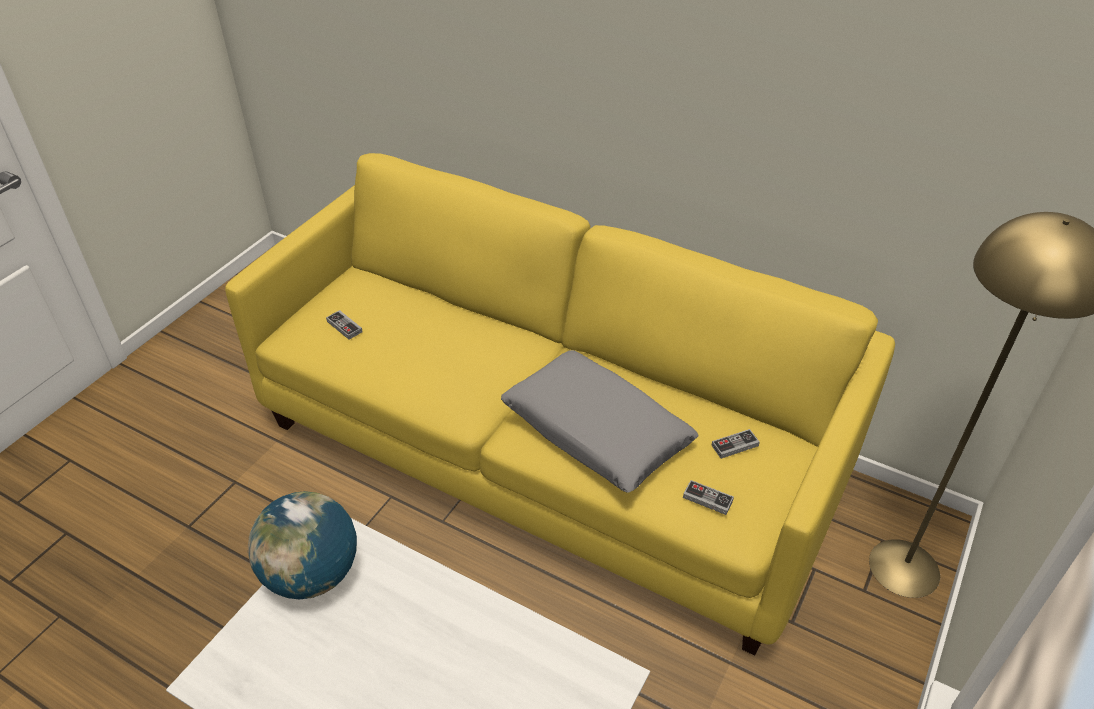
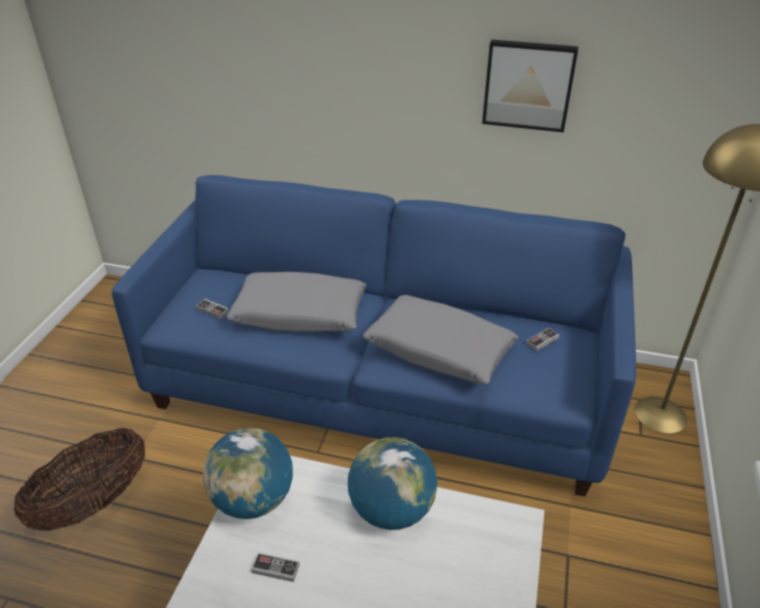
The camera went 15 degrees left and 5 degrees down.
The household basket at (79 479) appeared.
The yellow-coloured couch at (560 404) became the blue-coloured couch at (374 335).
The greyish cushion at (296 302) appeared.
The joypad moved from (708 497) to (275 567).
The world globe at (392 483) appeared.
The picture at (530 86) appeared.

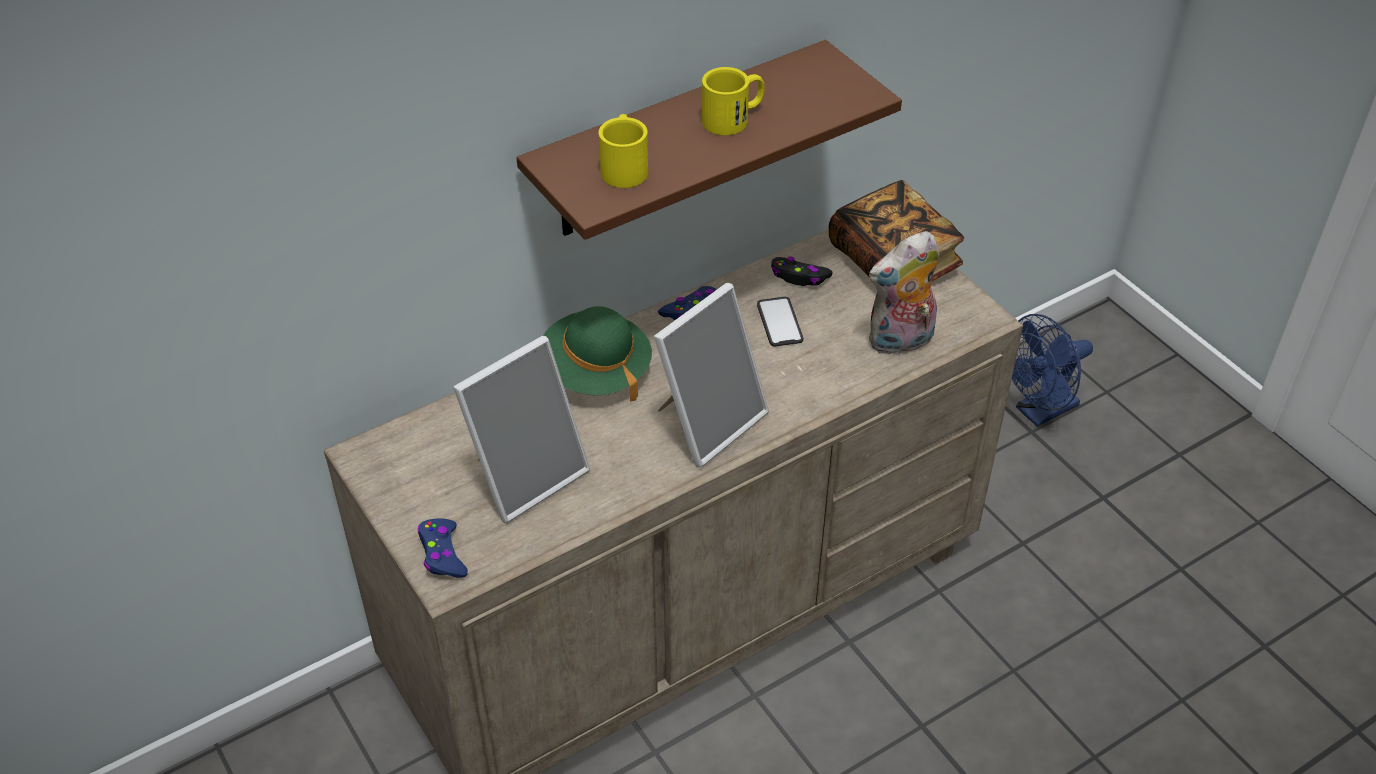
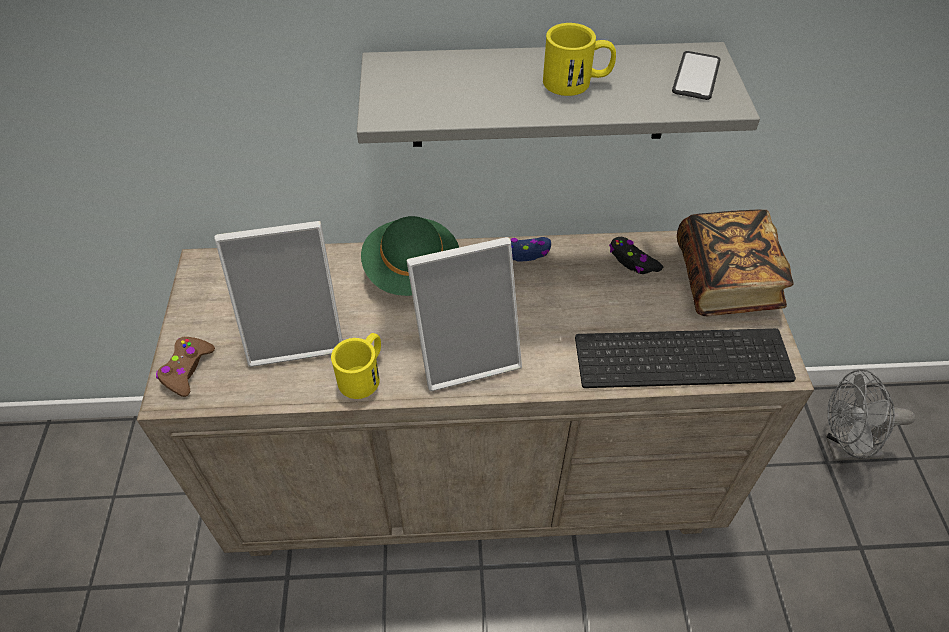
The camera went 30 degrees right and 5 degrees up.
The blue-coloured joypad at (443 548) became the brown joypad at (185 367).
The yellow-coloured mug moved from (623 151) to (356 366).
The brown bracket shelf at (709 140) became the greyish bracket shelf at (558 94).
The soft toy at (904 293) was replaced by the PC keyboard at (685 358).
The telephone moved from (780 321) to (696 75).
The blue-coloured electric fan at (1052 370) became the greyish electric fan at (870 414).

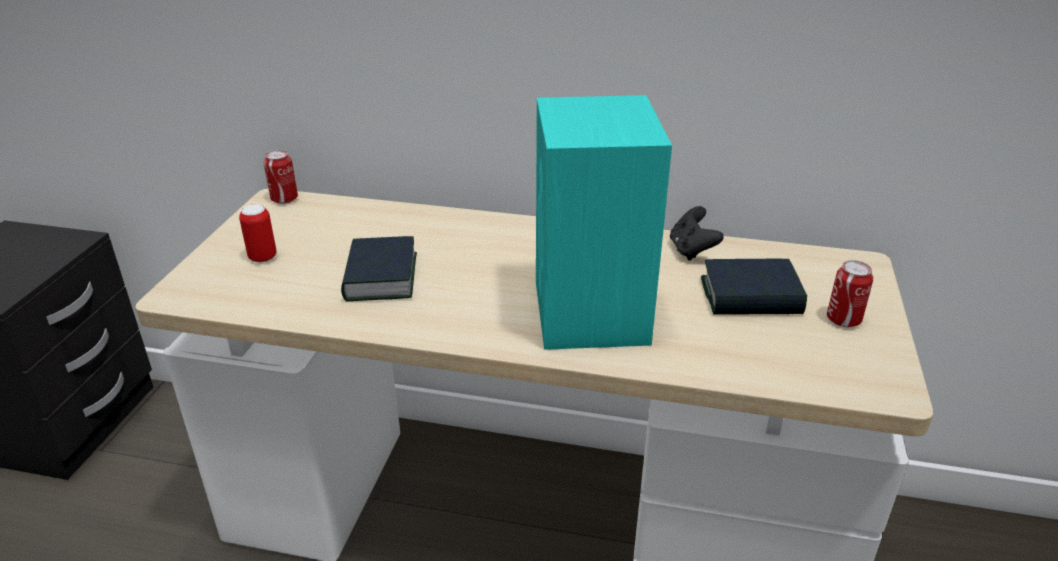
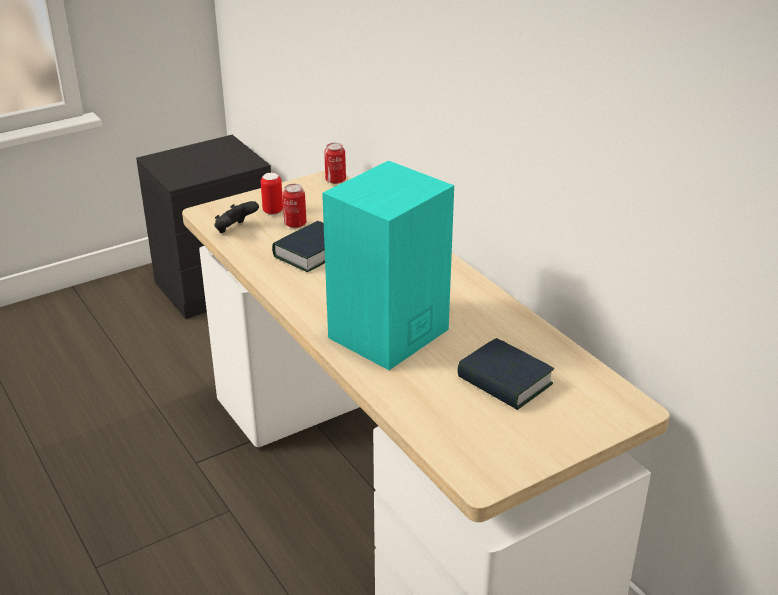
The camera went 45 degrees right and 0 degrees up.
The black-coloured joypad moved from (697 233) to (236 217).
The metal can moved from (850 293) to (294 206).

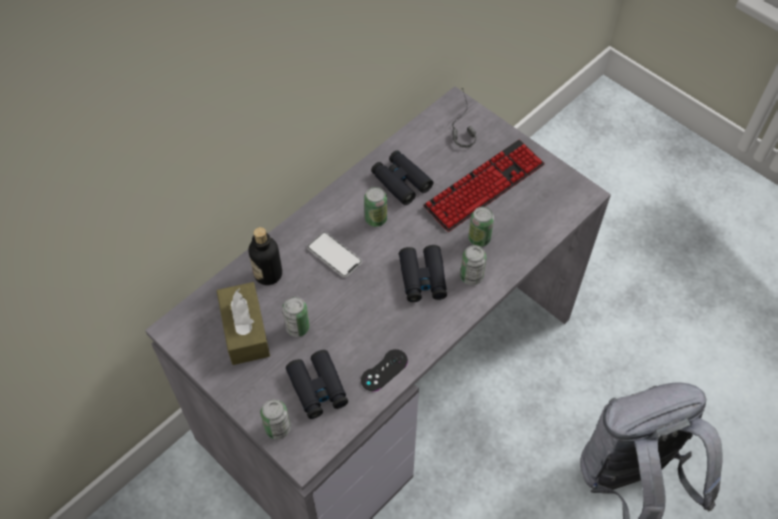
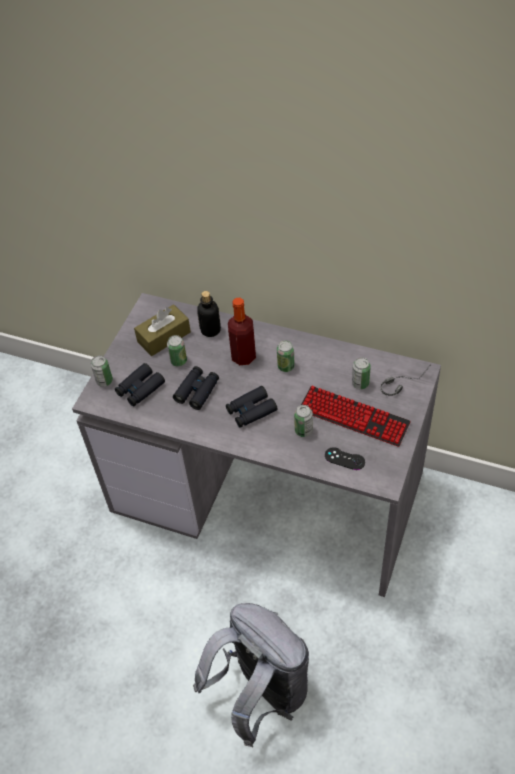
The camera went 70 degrees right and 5 degrees down.
The black-coloured binoculars moved from (402 177) to (196 388).
The telephone at (334 254) was replaced by the bottle at (242 331).
The black-coloured joypad moved from (384 370) to (345 458).
The metal can moved from (473 265) to (361 373).

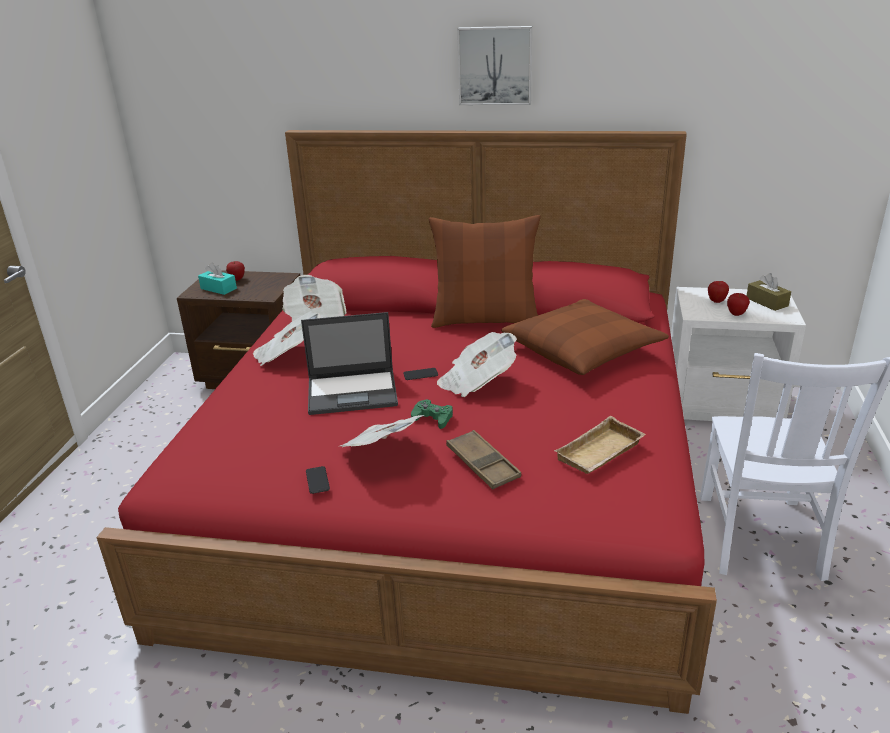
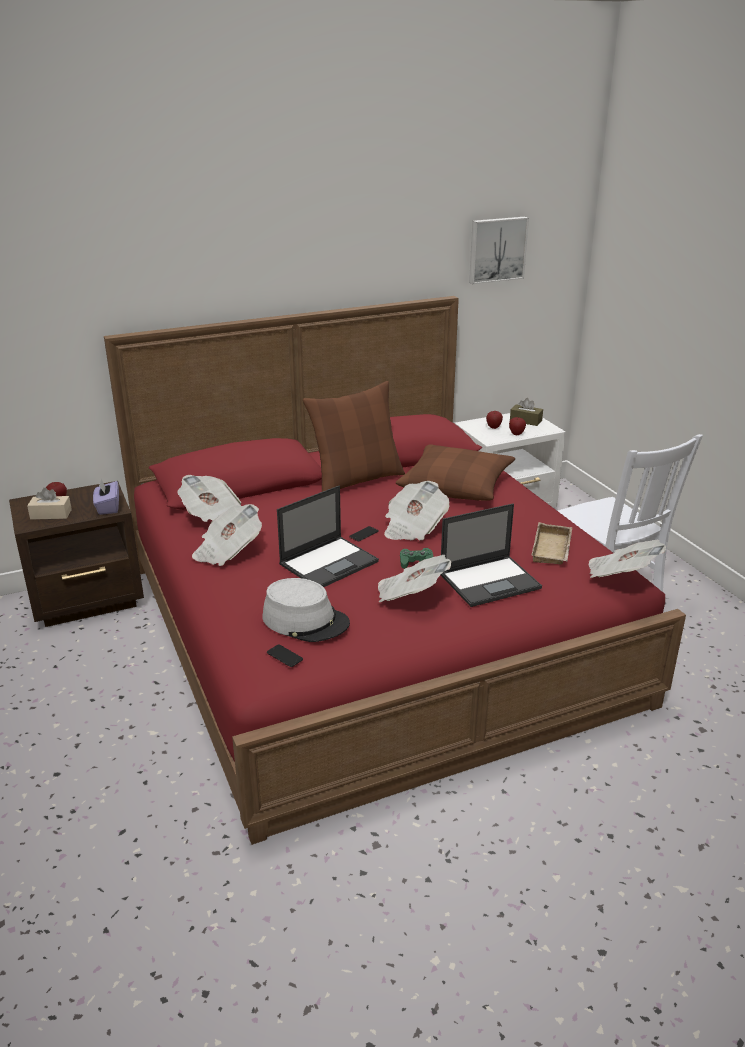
The camera went 35 degrees left and 0 degrees up.
The turquoise-coloured tissue box at (217 278) became the beige-coloured tissue box at (49 503).
The purplish tissue box at (106 497) appeared.
The greyish clothing hat at (306 610) appeared.
The telephone moved from (318 480) to (285 656).
The brown carrying tray at (483 460) was replaced by the portable computer at (491 555).
The picture moved from (494 65) to (499 250).
The printed paper at (627 559) appeared.

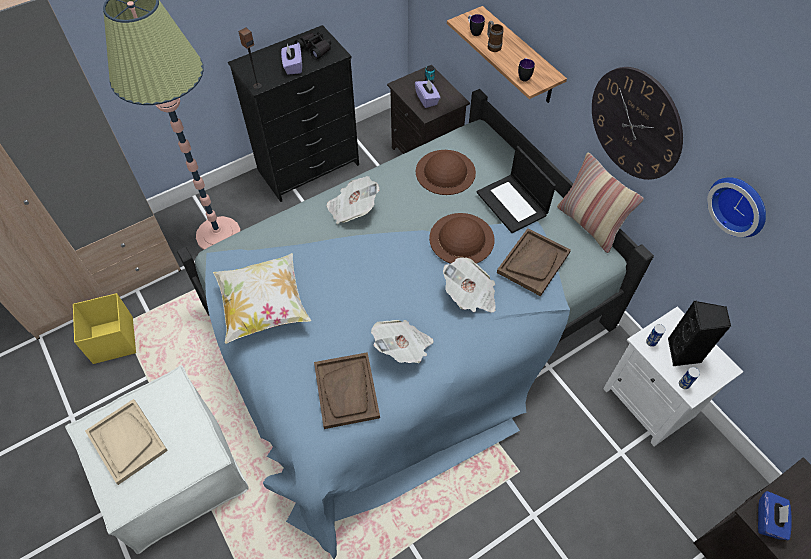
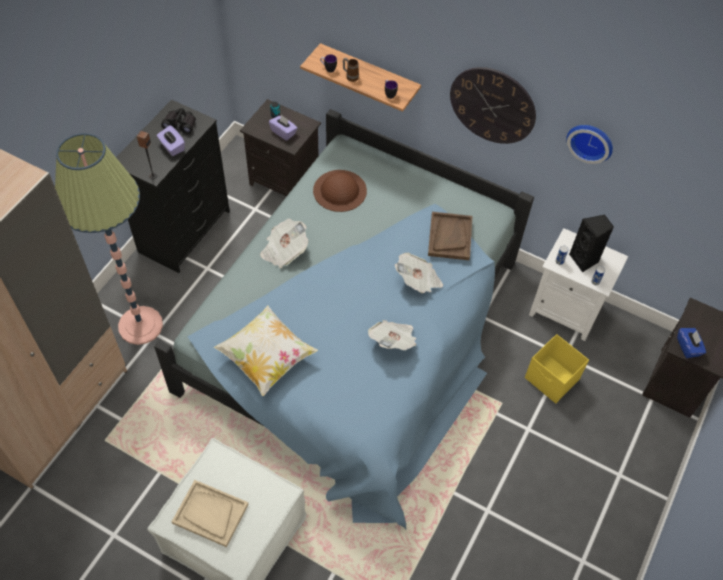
The camera went 30 degrees left and 0 degrees up.
The yellow-coloured storage container moved from (104 328) to (557 368).
The brown carrying tray at (347 390) disappeared.
The brown clothing hat at (461 238) disappeared.
The portable computer at (516 189) disappeared.
The cushion at (600 202) disappeared.

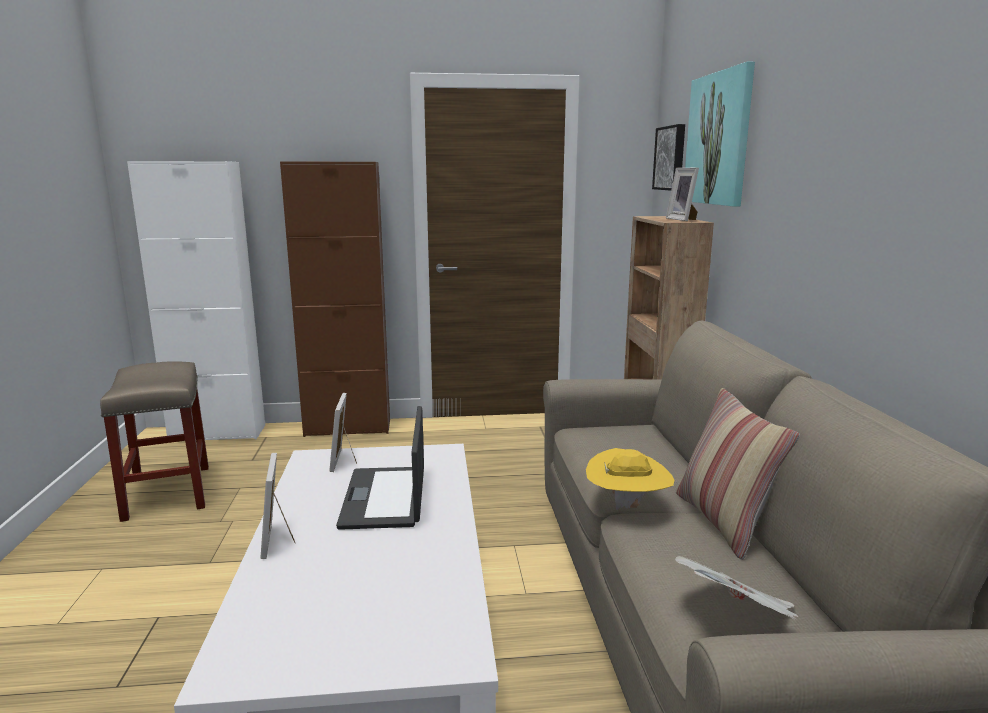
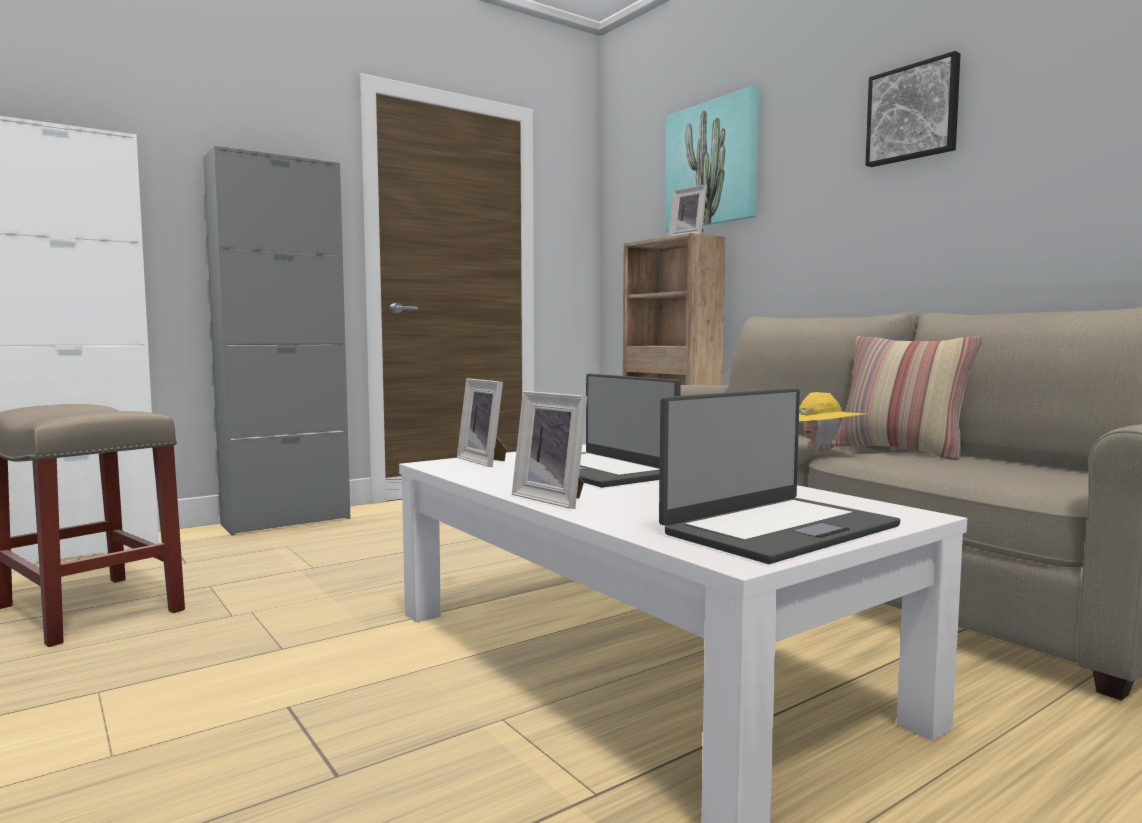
The camera went 30 degrees left and 10 degrees down.
The brown cupboard at (335 299) became the greyish cupboard at (276 341).
The portable computer at (779 476) appeared.
The picture moved from (668 157) to (913 109).
The printed paper at (737 588) disappeared.

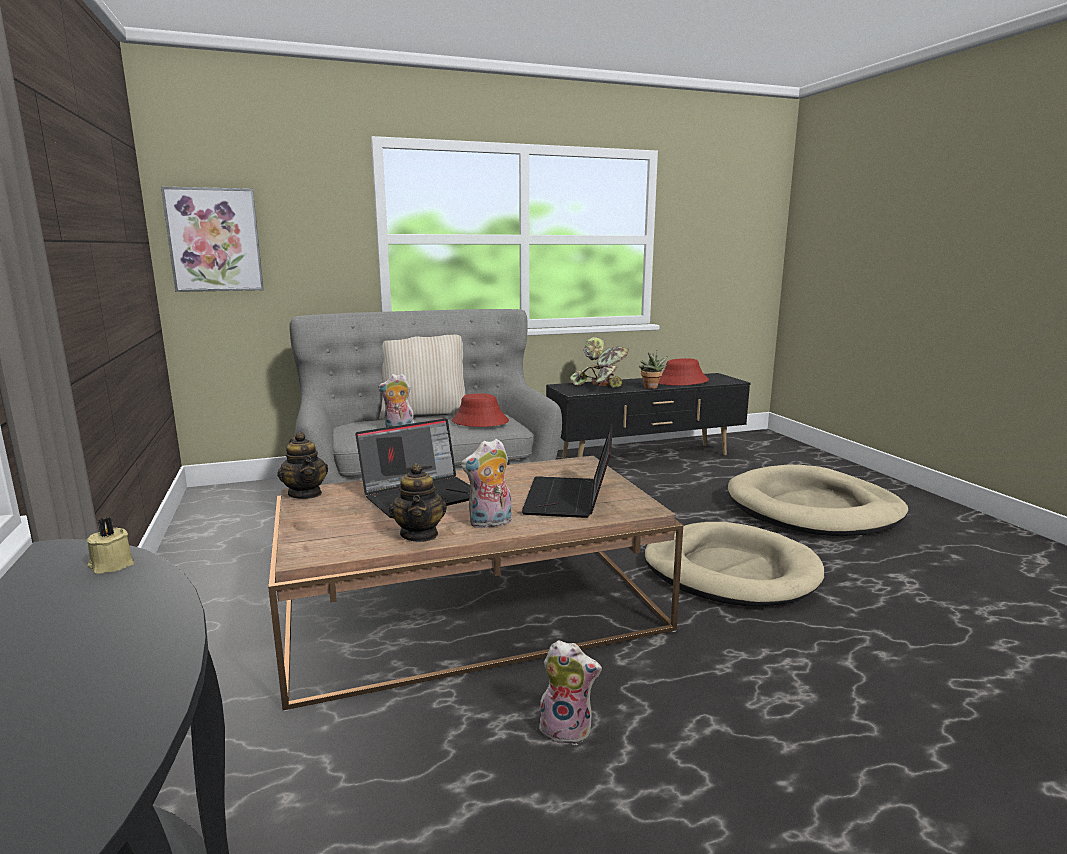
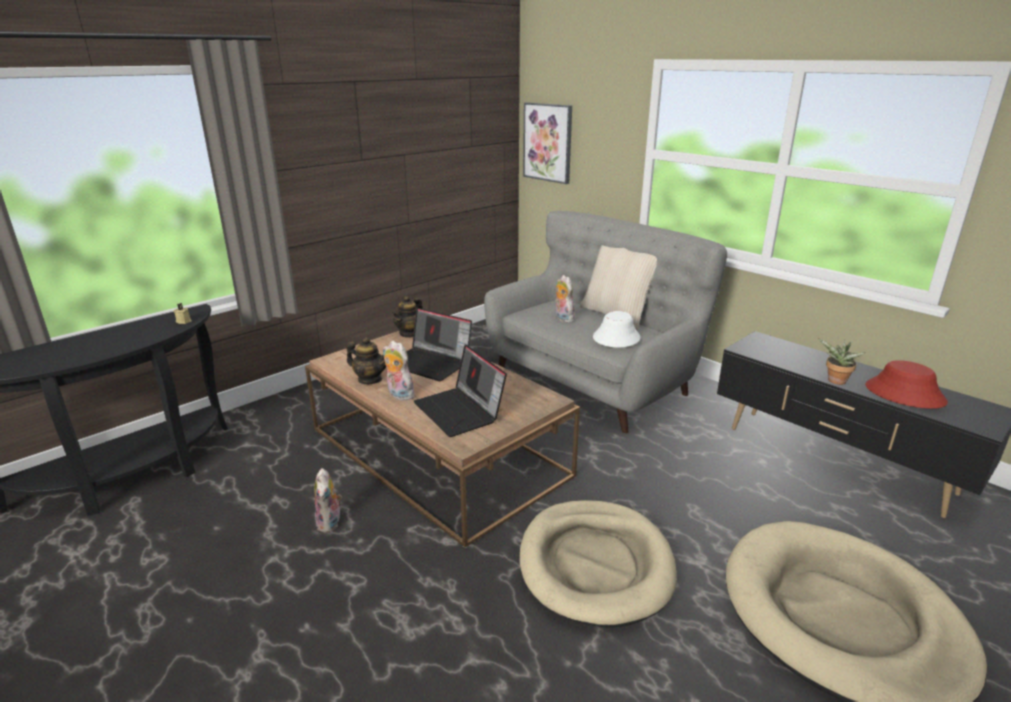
The camera went 65 degrees right and 10 degrees up.
The pot for tea at (418 502) turned 120 degrees counterclockwise.
The portable computer at (567 471) turned 105 degrees counterclockwise.
The reddish clothing hat at (480 410) became the white-coloured clothing hat at (617 329).
The houseplant at (599 362) disappeared.

